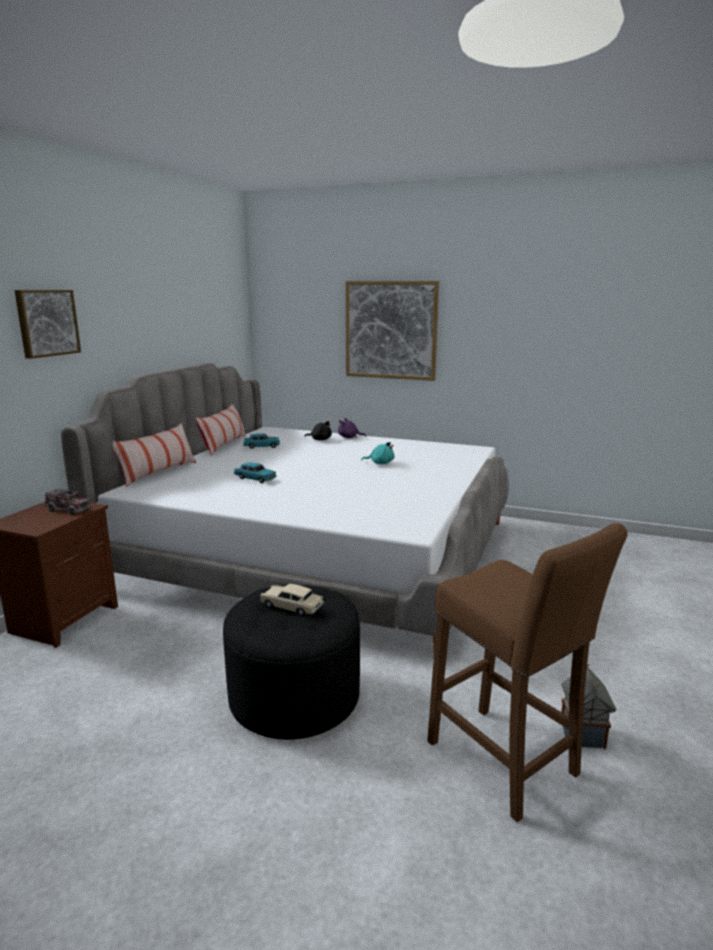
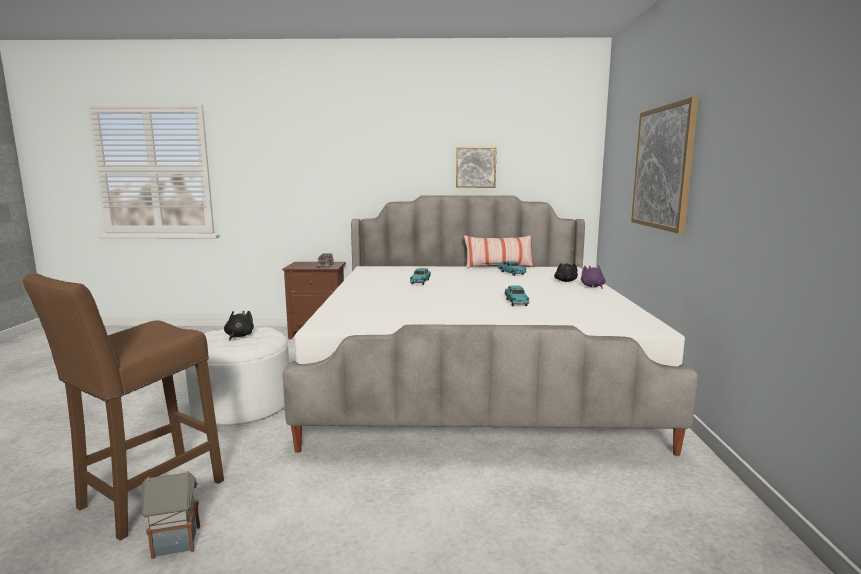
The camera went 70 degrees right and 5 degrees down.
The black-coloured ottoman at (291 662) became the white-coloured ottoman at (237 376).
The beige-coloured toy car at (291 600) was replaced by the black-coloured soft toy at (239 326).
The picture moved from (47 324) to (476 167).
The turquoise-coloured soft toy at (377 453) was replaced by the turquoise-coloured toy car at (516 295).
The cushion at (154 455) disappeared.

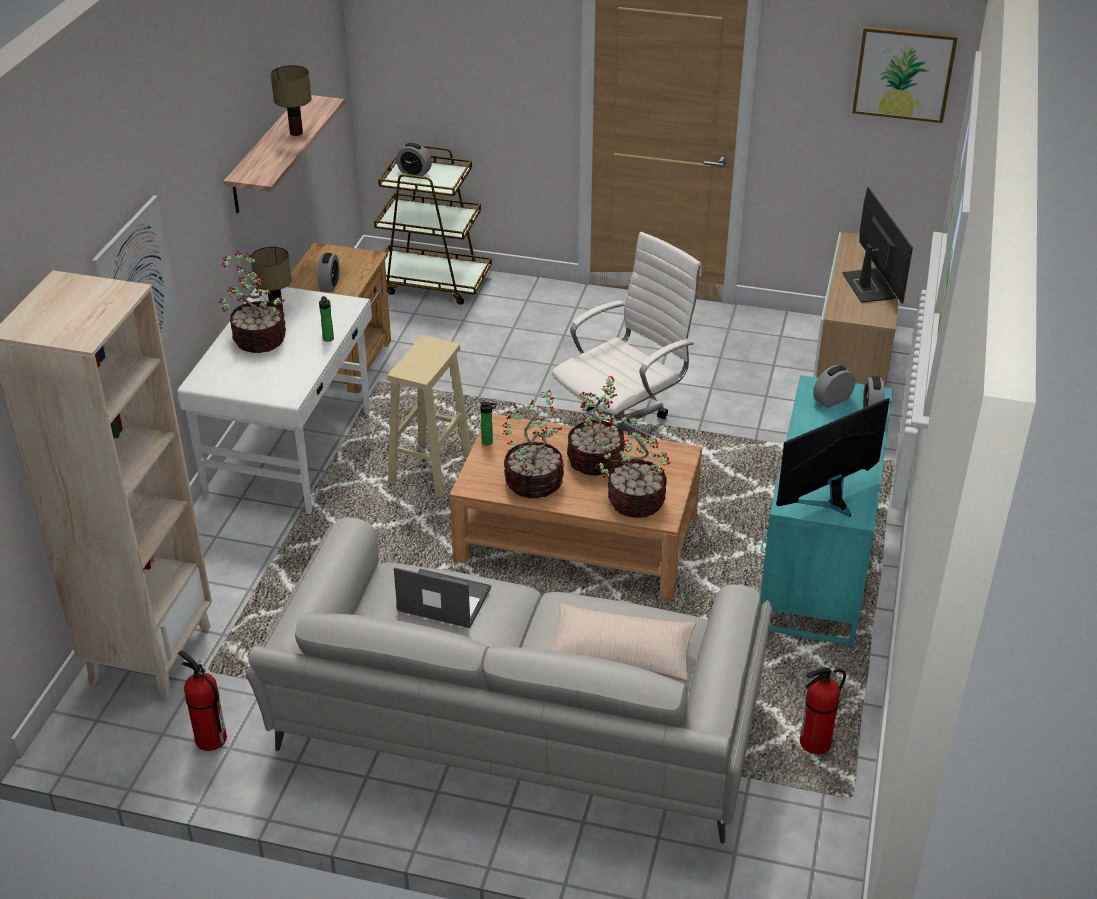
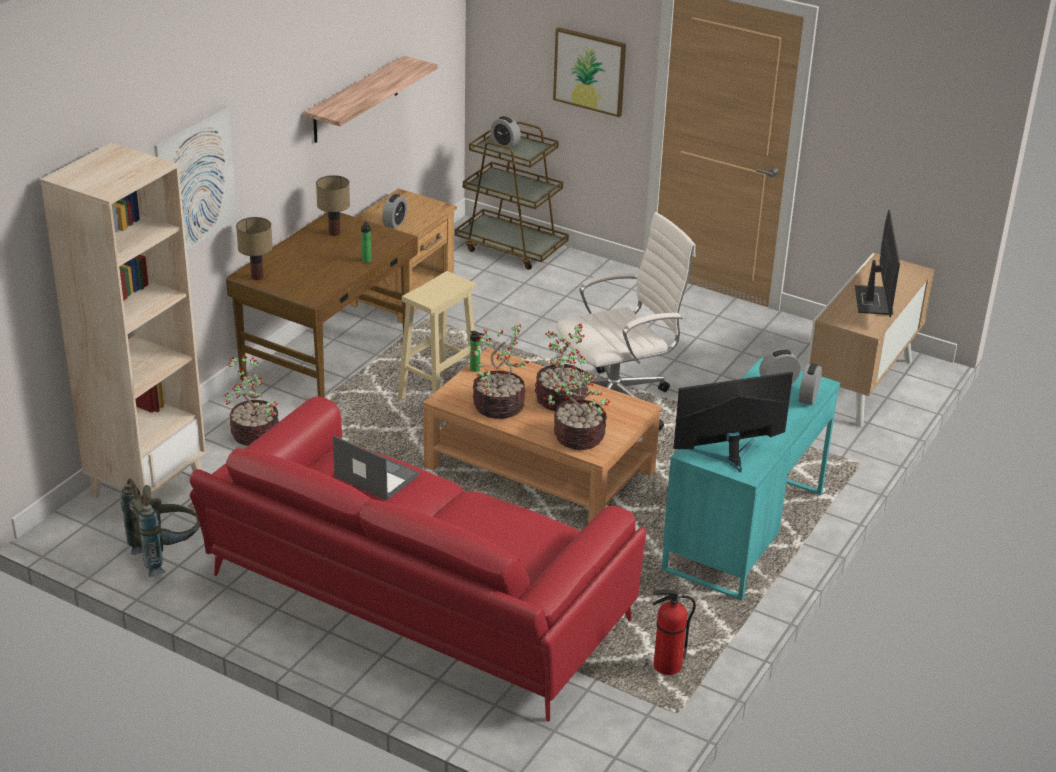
The camera went 15 degrees right and 5 degrees down.
The fire-fighting cylinder at (202 700) was replaced by the greyish backpack at (160 528).
The greyish couch at (509 680) became the reddish couch at (418 558).
The houseplant moved from (252 302) to (251 400).
The white-coloured desk at (275 400) became the brown desk at (322 305).
The lamp for a table moved from (291 100) to (254 248).
The picture moved from (905 74) to (589 72).
The beige-coloured cushion at (623 642) disappeared.

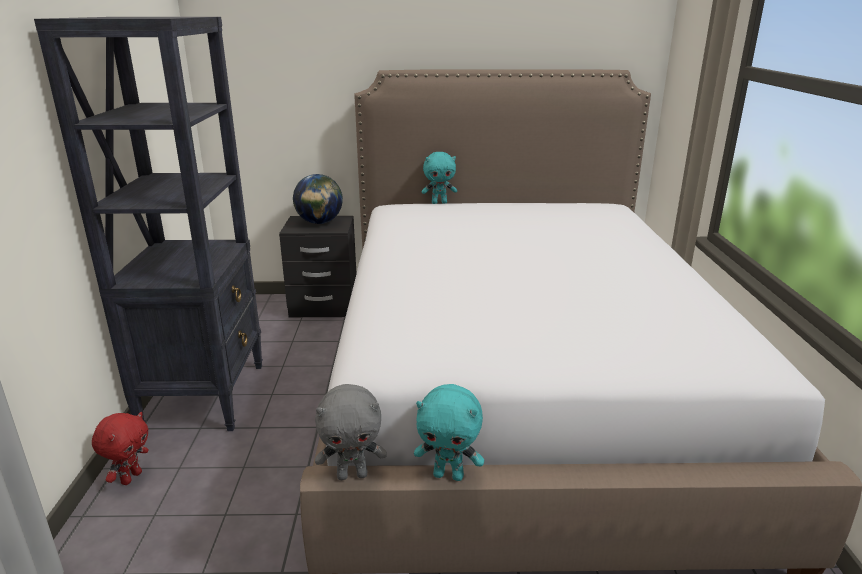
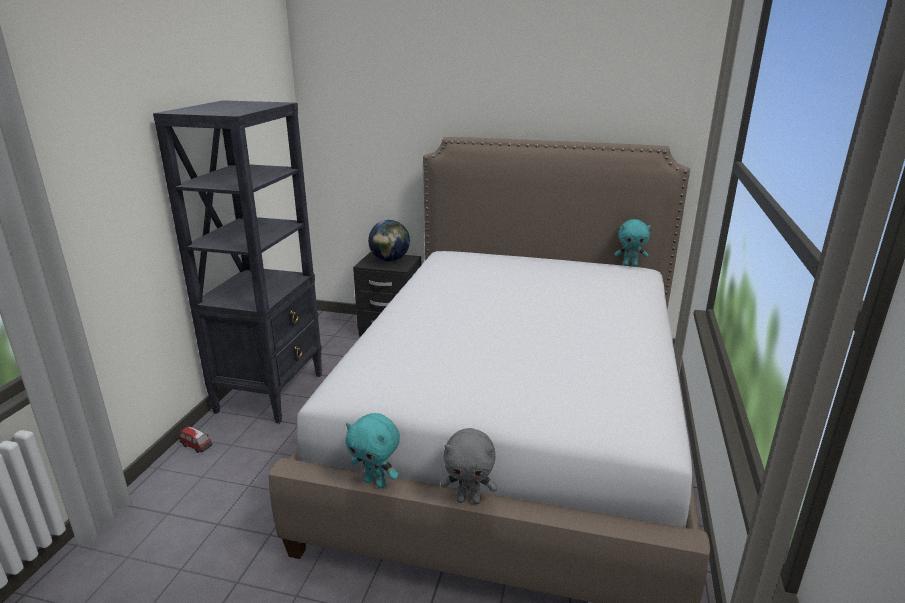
The camera went 15 degrees right and 0 degrees up.
The reddish soft toy at (120 448) was replaced by the toy car at (195 439).
The greyish soft toy moved from (351 432) to (469 466).
The turquoise-coloured soft toy moved from (439 178) to (632 242).

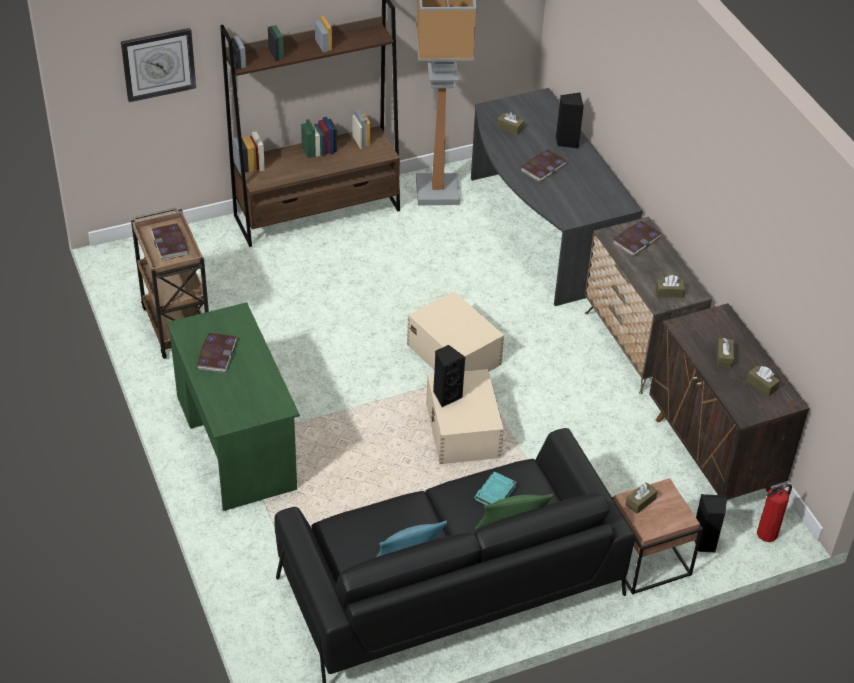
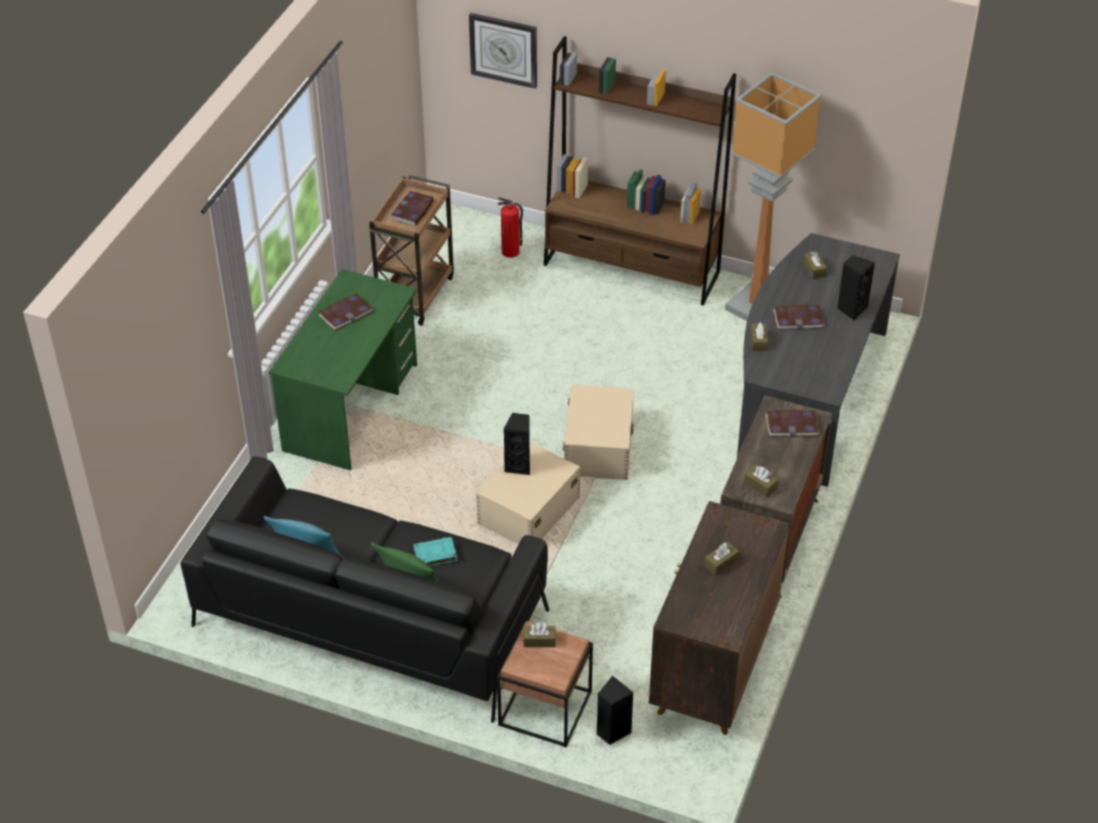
The camera went 45 degrees right and 0 degrees up.
The fire-fighting cylinder moved from (774 513) to (510 227).
The brown tissue box moved from (763 380) to (759 336).

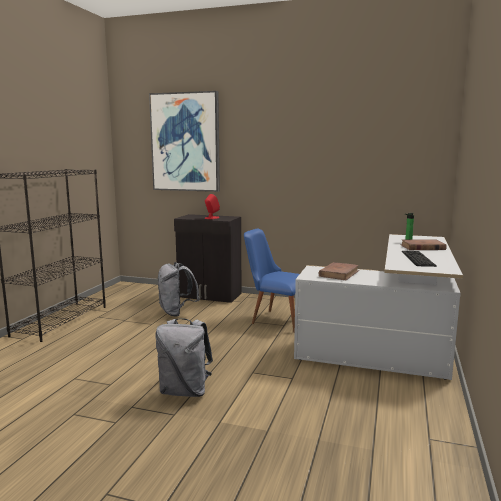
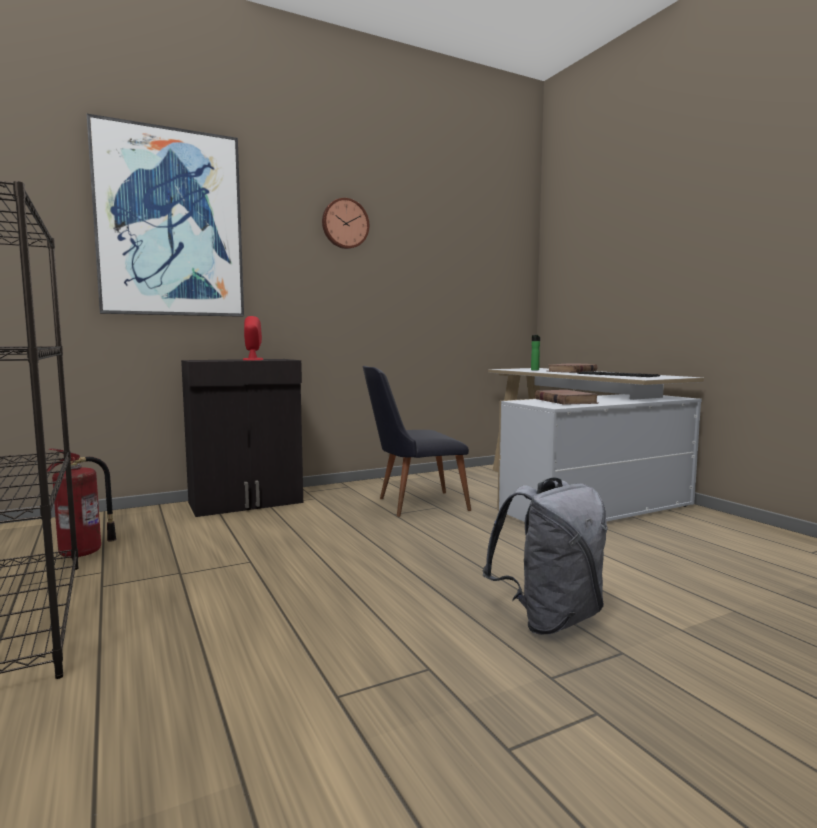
The camera went 45 degrees left and 5 degrees down.
The fire-fighting cylinder at (82 503) appeared.
The clock on the wall at (345 223) appeared.
The blue-coloured chair at (271 281) became the black-coloured chair at (417 441).
The greyish backpack at (179 289) disappeared.

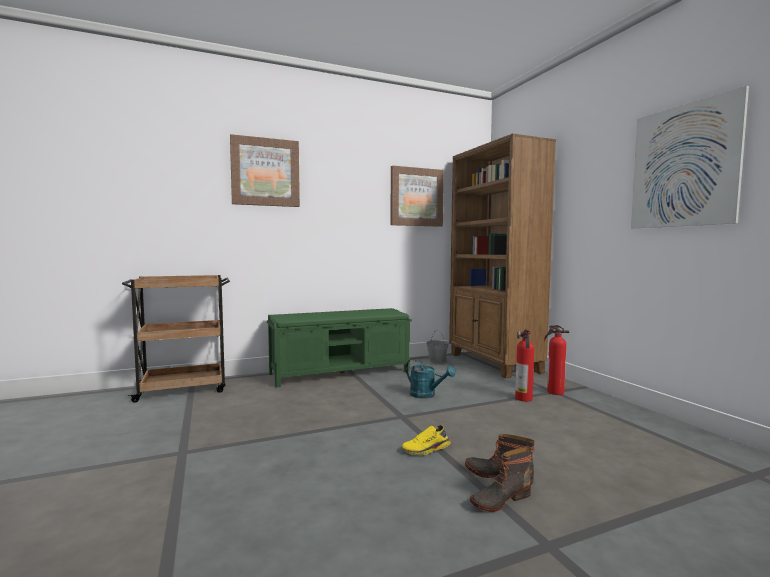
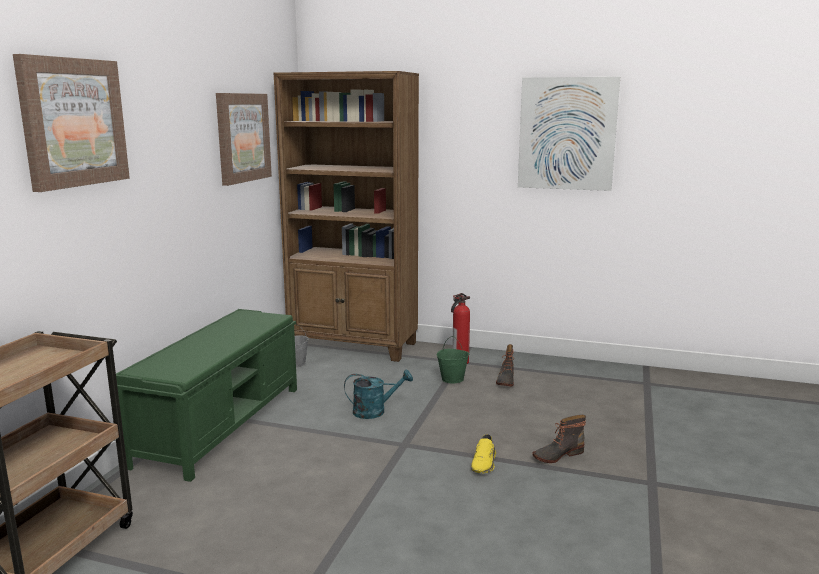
The camera went 50 degrees left and 10 degrees up.
The fire-fighting cylinder at (524 365) was replaced by the green water bucket at (453 359).
The tall boot moved from (500 479) to (505 365).

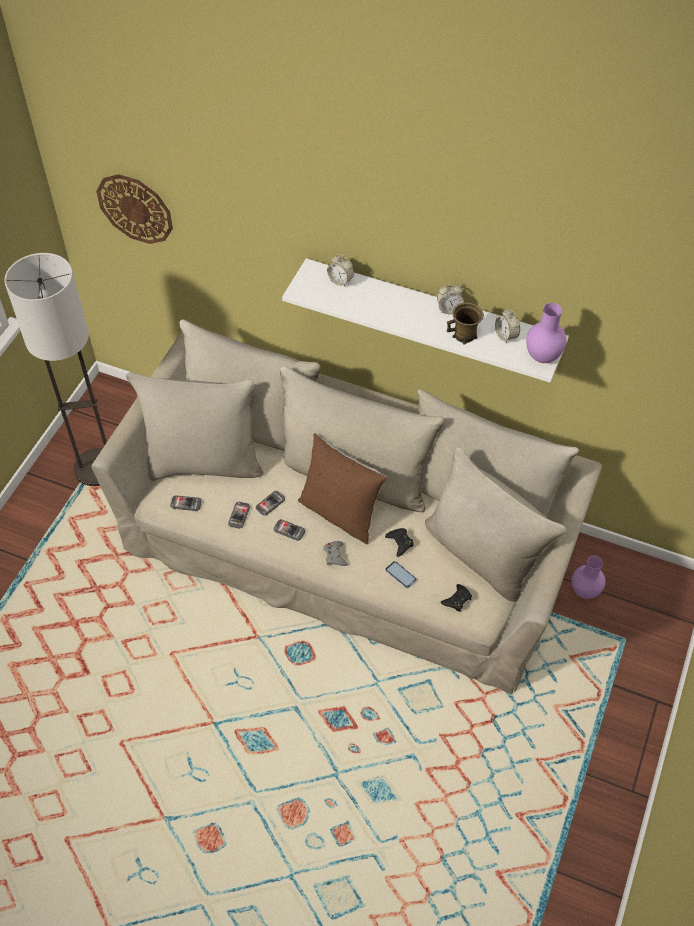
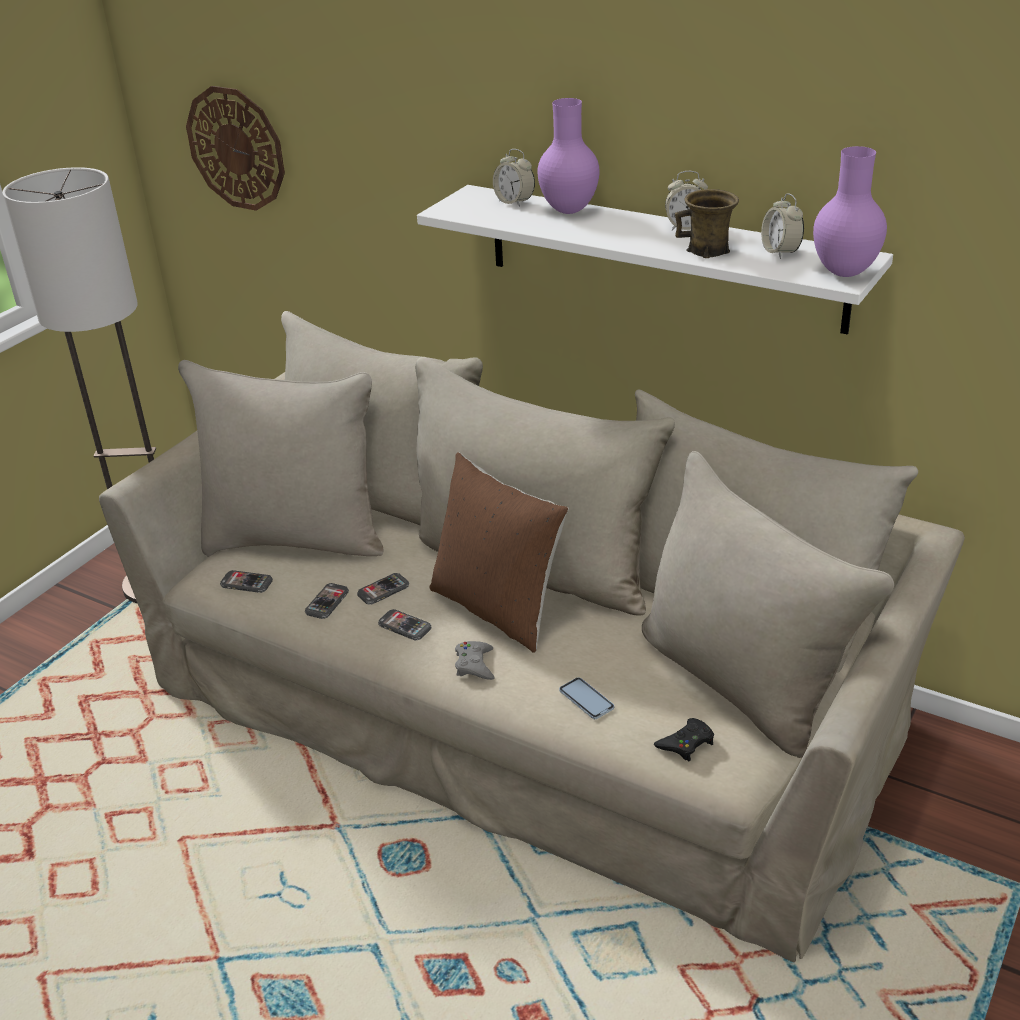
The camera went 10 degrees right and 20 degrees down.
The purplish vase moved from (589 577) to (568 156).
The black-coloured joypad at (399 542) disappeared.

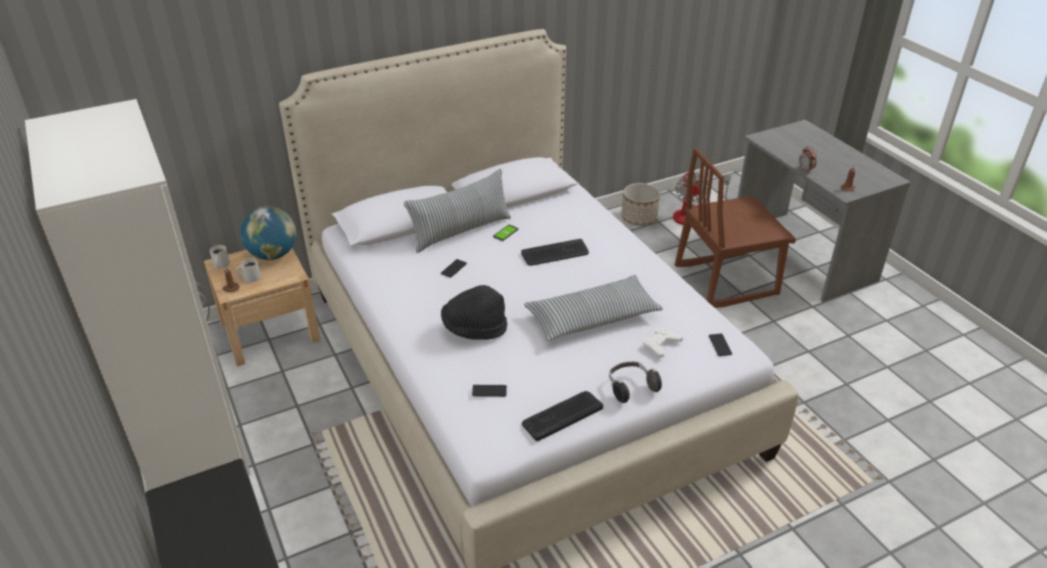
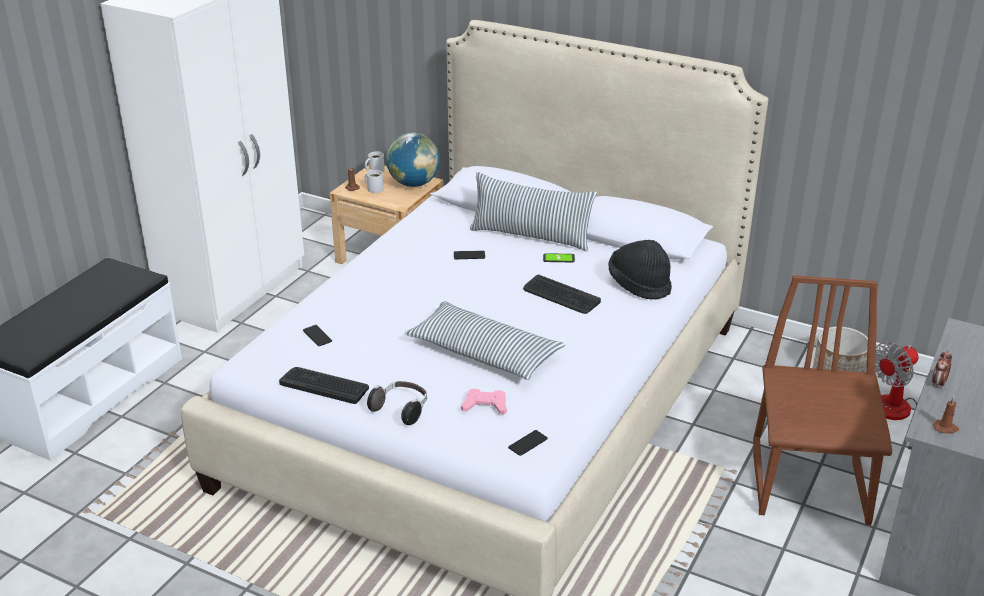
The camera went 55 degrees right and 5 degrees down.
The white-coloured joypad at (663 343) became the pink-coloured joypad at (484 401).
The black-coloured clothing hat moved from (474 312) to (640 270).
The brown chair at (735 228) turned 60 degrees clockwise.

